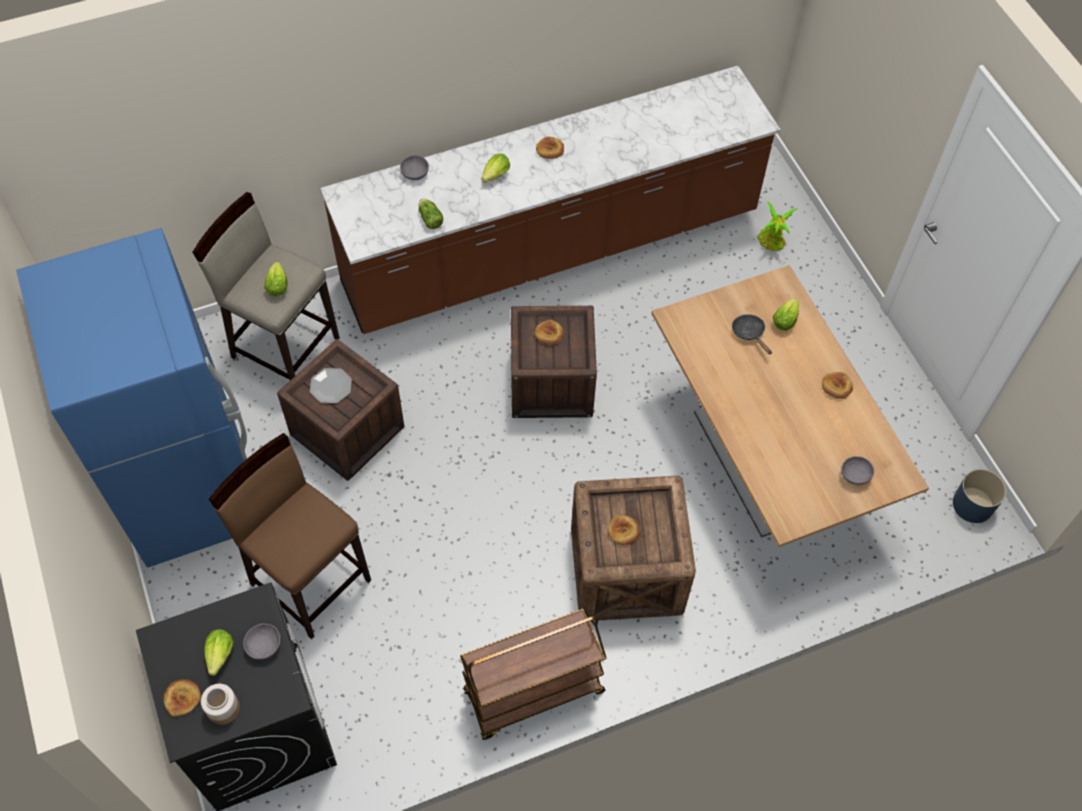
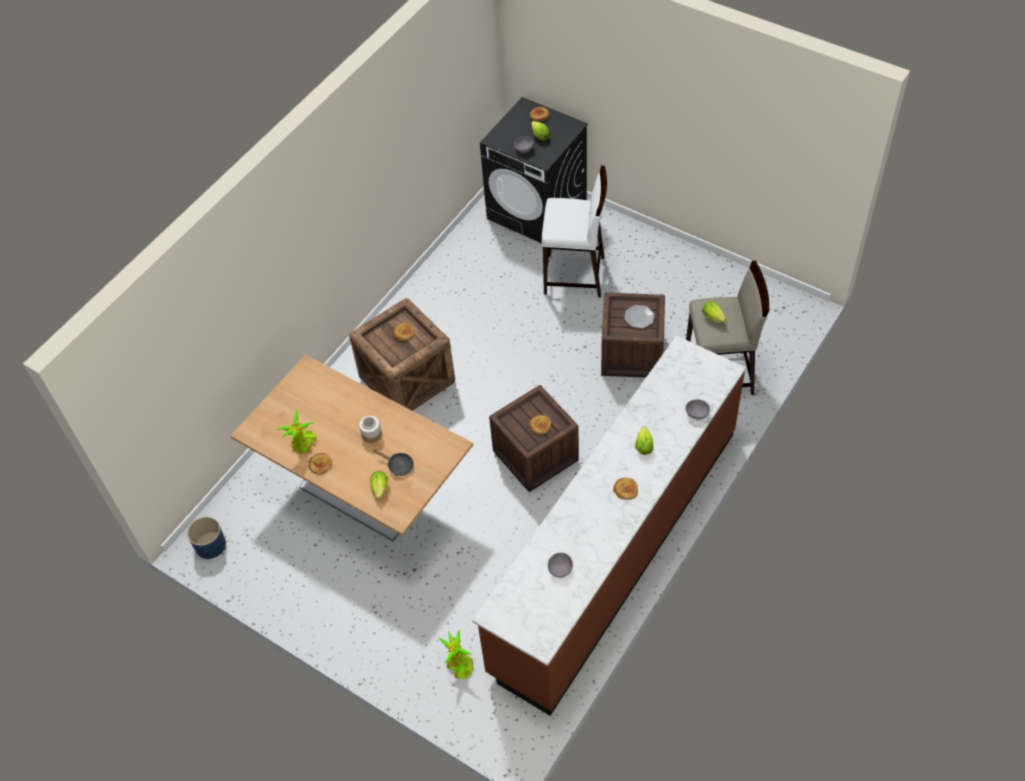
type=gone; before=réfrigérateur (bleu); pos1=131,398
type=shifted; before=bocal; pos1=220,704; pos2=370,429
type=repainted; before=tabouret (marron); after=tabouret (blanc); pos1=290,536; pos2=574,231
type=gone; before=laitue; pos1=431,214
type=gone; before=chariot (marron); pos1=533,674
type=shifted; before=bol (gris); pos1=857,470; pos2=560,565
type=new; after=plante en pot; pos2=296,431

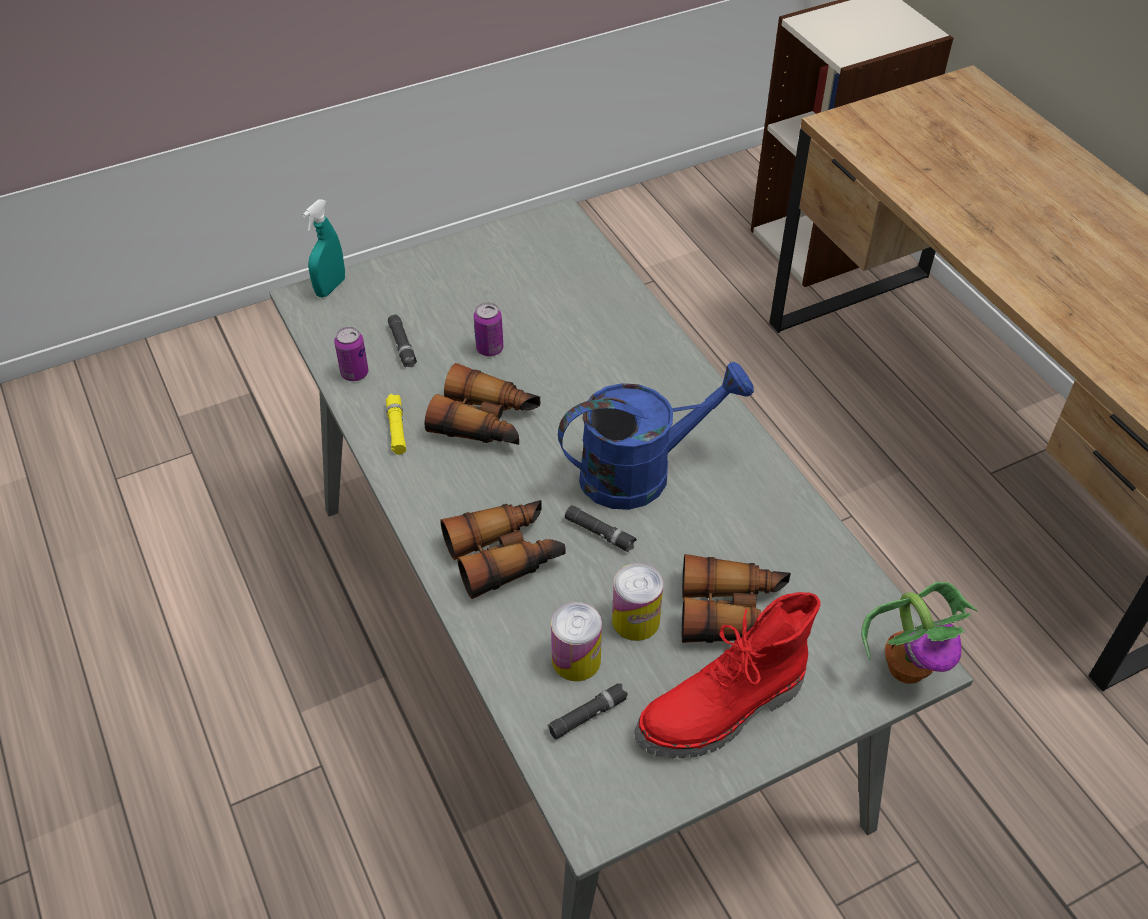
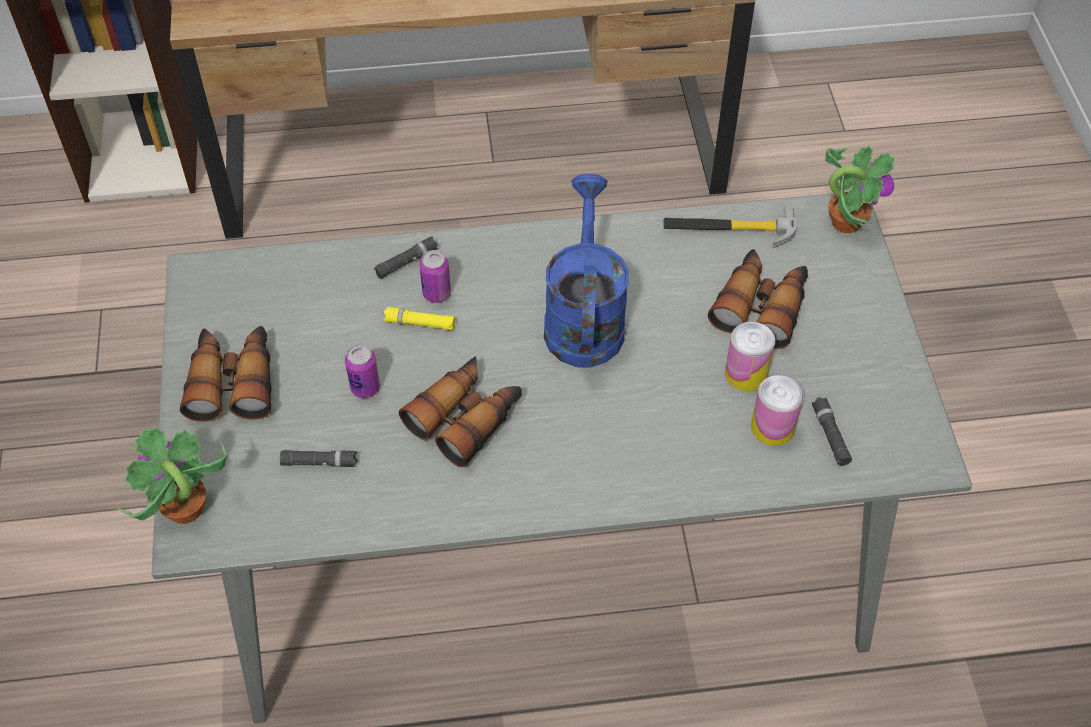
type=swapped; before=vaporisateur (turquoise); after=plante en pot; pos1=323,248; pos2=172,475
type=shifted; before=boîte métallique; pos1=351,354; pos2=435,276
type=shifted; before=lampe de poche (jaune); pos1=396,424; pos2=419,318
type=shifted; before=jumelles; pos1=503,549; pos2=226,374
type=shifted; before=lampe de poche (noir); pos1=601,529; pos2=406,257
type=gone; before=botte (rouge); pos1=727,675
type=new; after=marteau; pos2=730,227

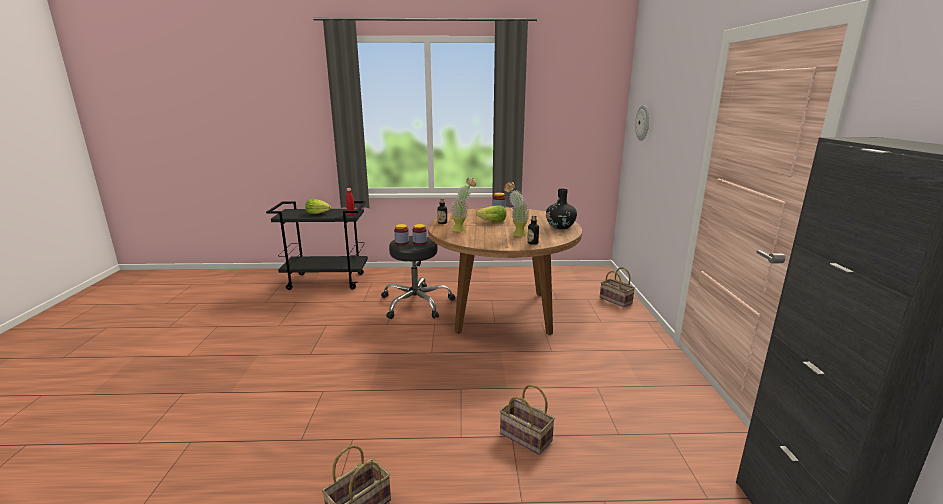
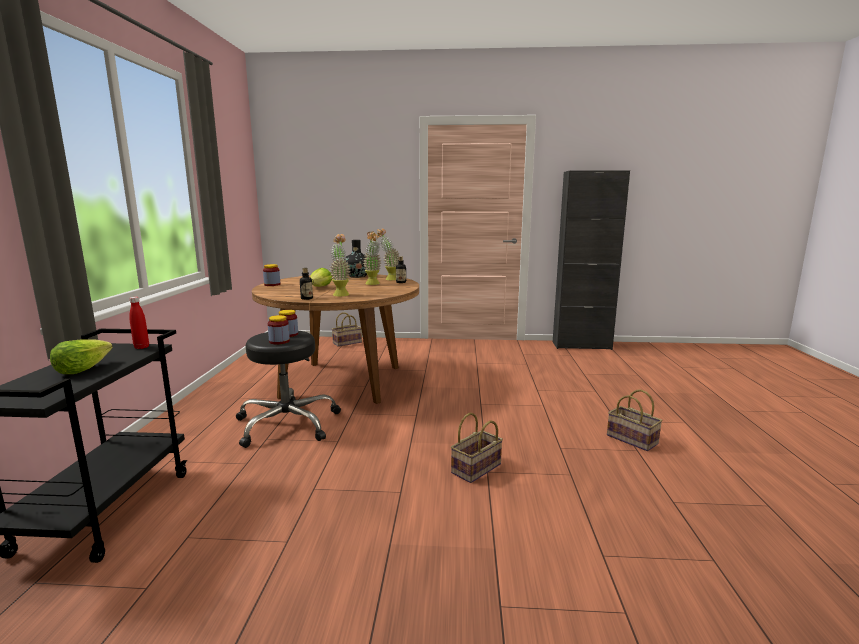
type=shifted; before=panier; pos1=527,419; pos2=477,448
type=gone; before=horloge murale; pos1=642,123
type=new; after=plante en pot; pos2=388,254

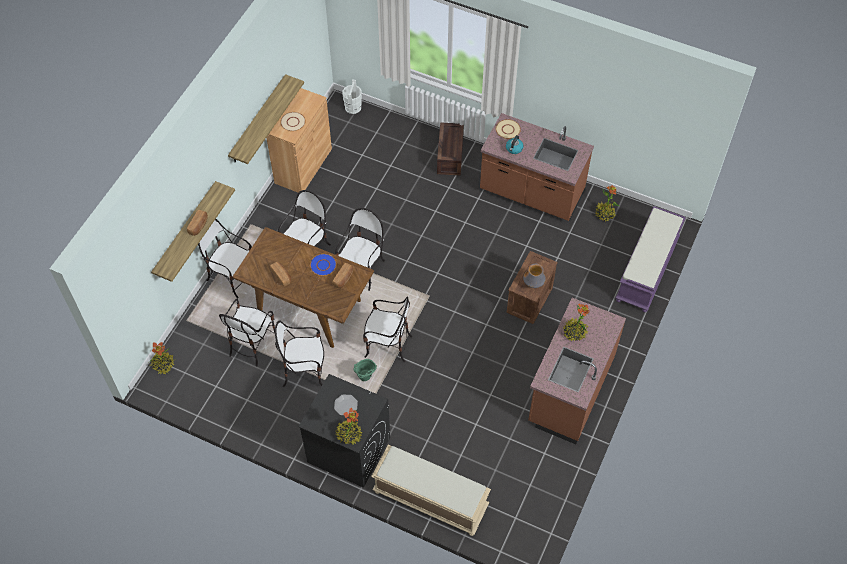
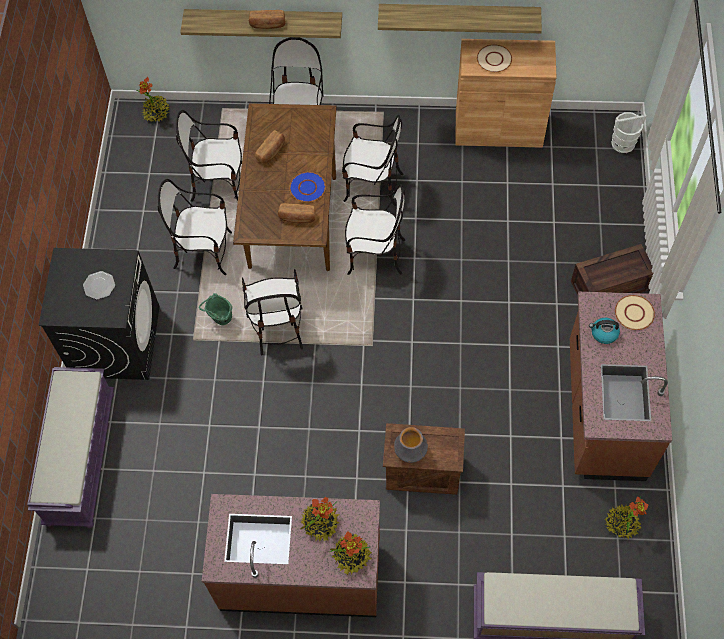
type=rotated; before=chaise; pos1=299,353; pos2=195,227; turn=-60
type=shifted; before=plante en pot; pos1=348,426; pos2=351,553
type=repainted; before=banc (beige); after=banc (violet); pos1=431,490; pos2=70,447

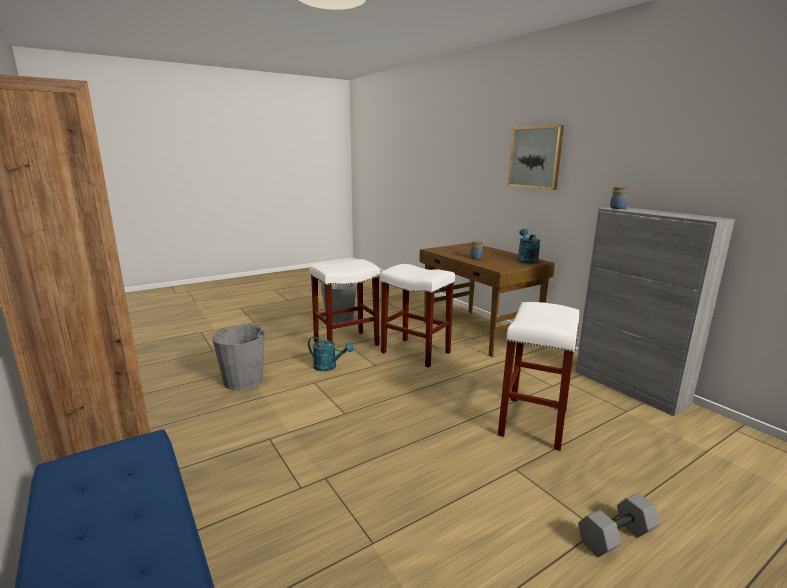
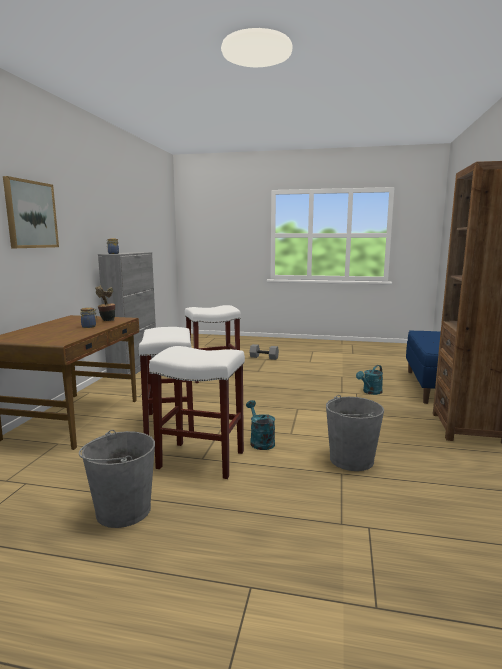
type=shifted; before=arrosoir (turquoise); pos1=528,246; pos2=369,380
type=new; after=plante en pot; pos2=105,303

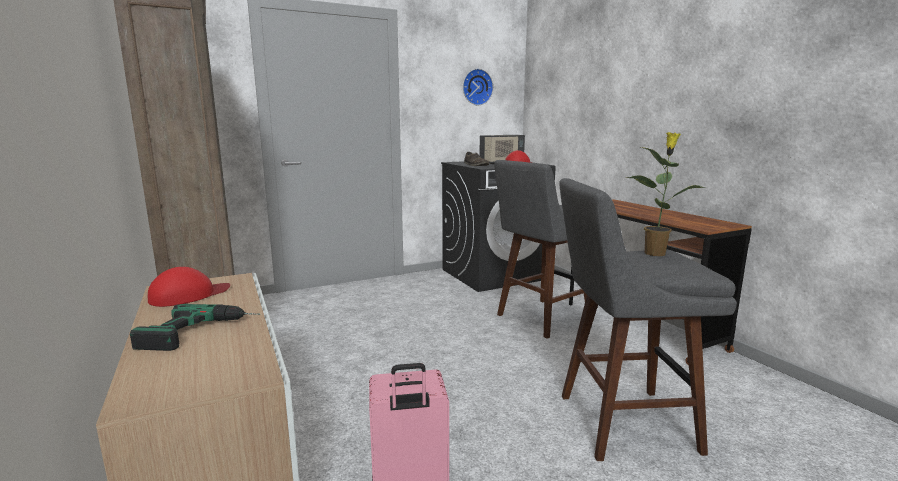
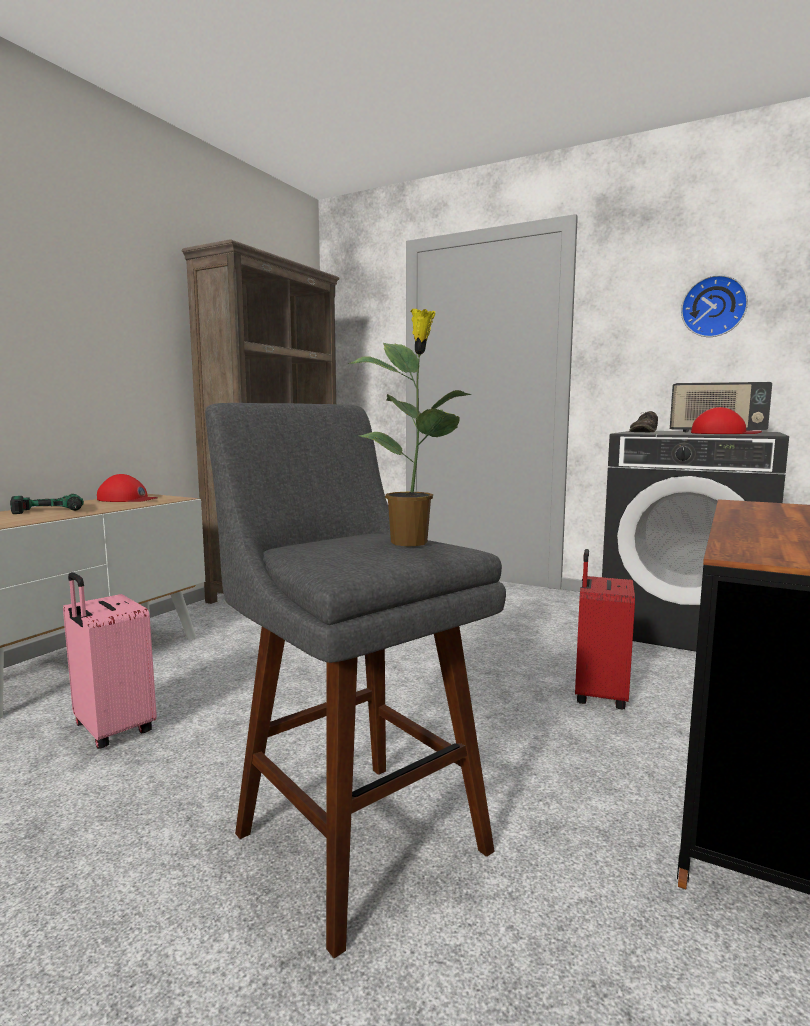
type=swapped; before=tabouret (gris); after=valise (rouge); pos1=544,249; pos2=605,629

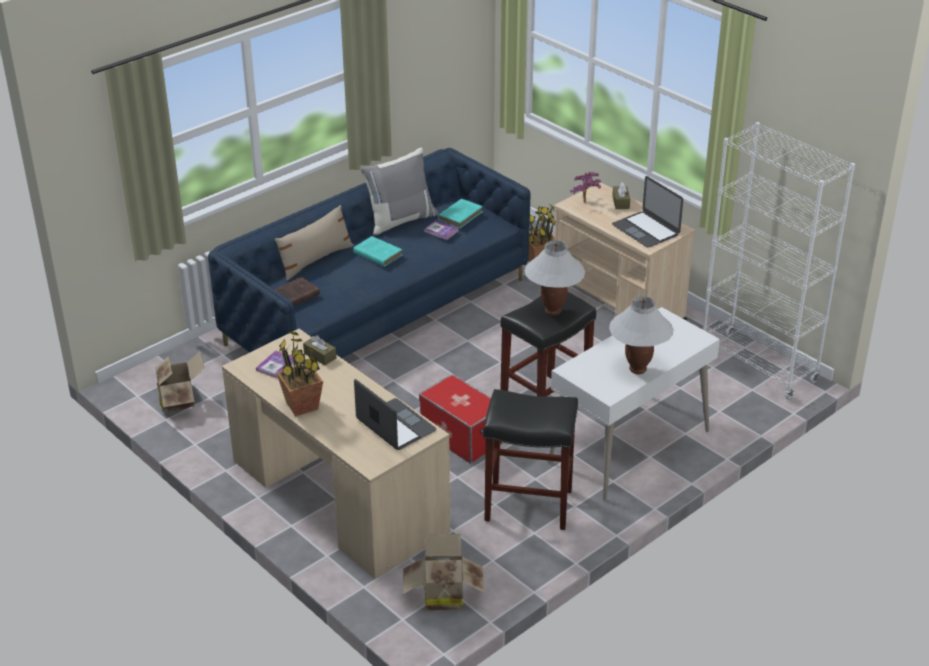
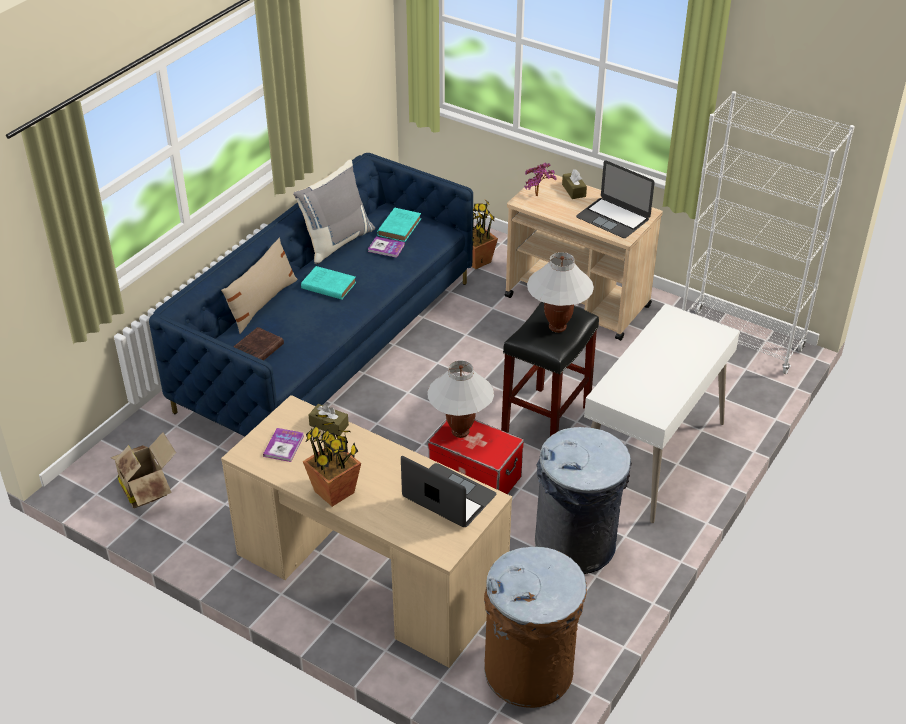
type=swapped; before=carton; after=poubelle (marron); pos1=443,572; pos2=535,627
type=swapped; before=tabouret (noir); after=poubelle (gris); pos1=530,459; pos2=583,500
type=shifted; before=lampe de table (blanc); pos1=641,335; pos2=460,399

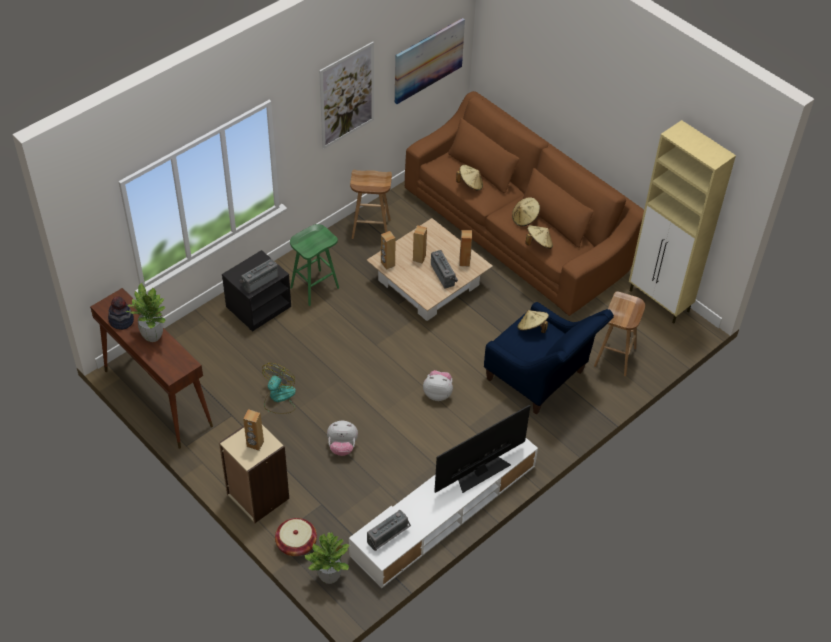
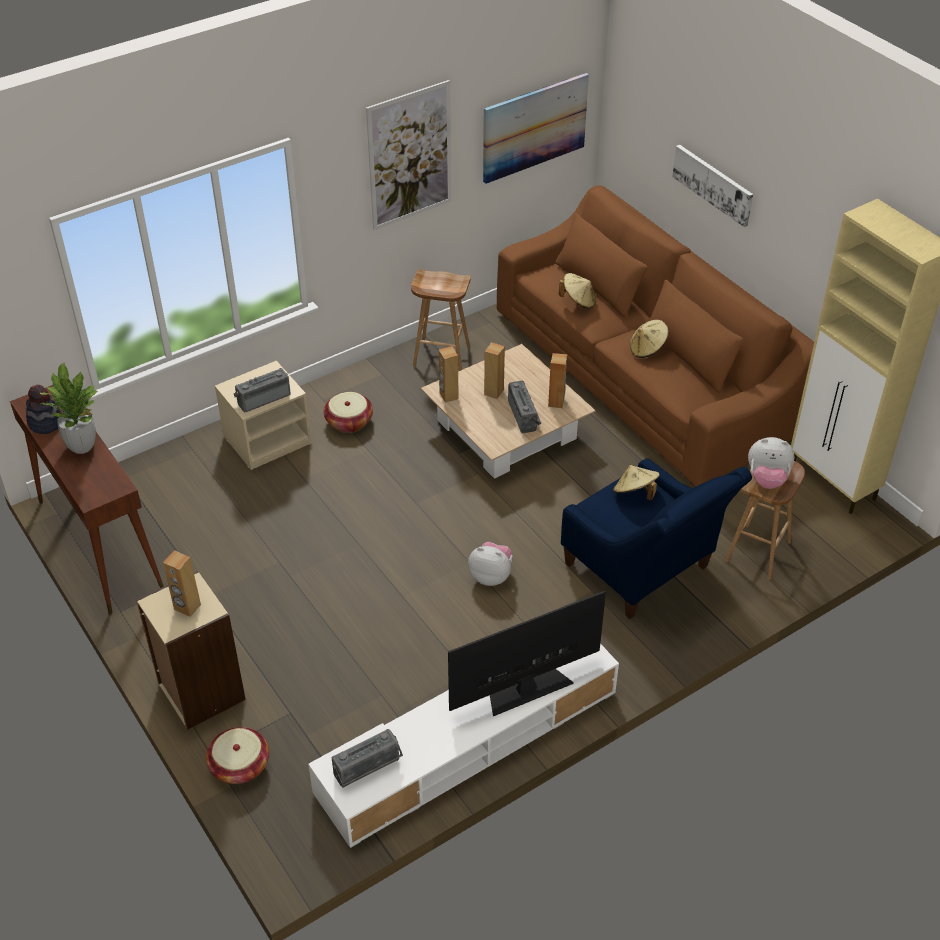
type=repainted; before=table de chevet (noir); after=table de chevet (beige); pos1=256,290; pos2=263,415
type=gone; before=ventilateur; pos1=279,388
type=swapped; before=tabouret (vert); after=panier; pos1=314,265; pos2=348,412
type=gone; before=plante en pot; pos1=327,558
type=shifted; before=peluche; pos1=342,438; pos2=771,463
type=gone; before=chapeau (beige); pos1=539,237
type=new; after=tableau; pos2=712,186

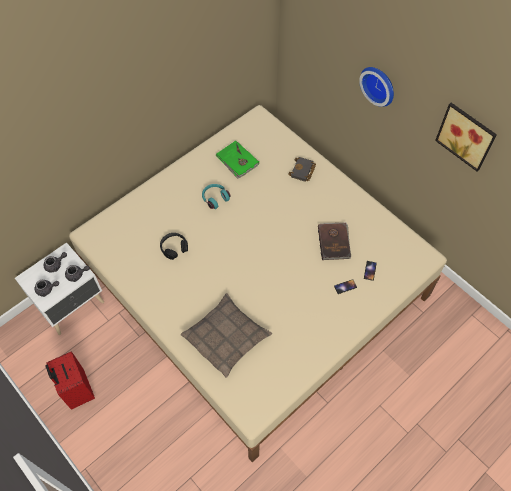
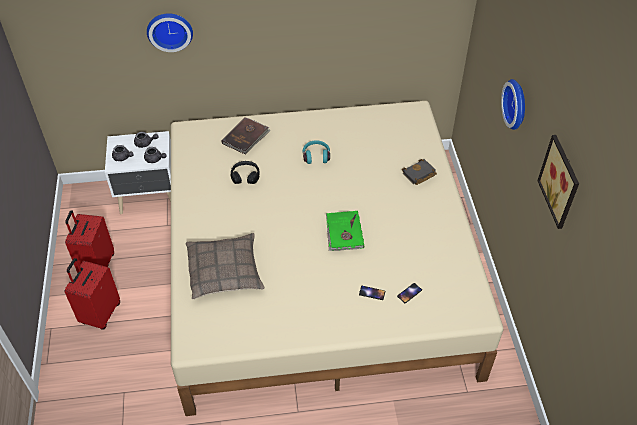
type=shifted; before=livre (vert); pos1=237,160; pos2=345,231
type=shifted; before=livre (marron); pos1=334,241; pos2=246,136
type=new; after=valise (rouge); pos2=92,294
type=new; after=horloge murale; pos2=170,32

